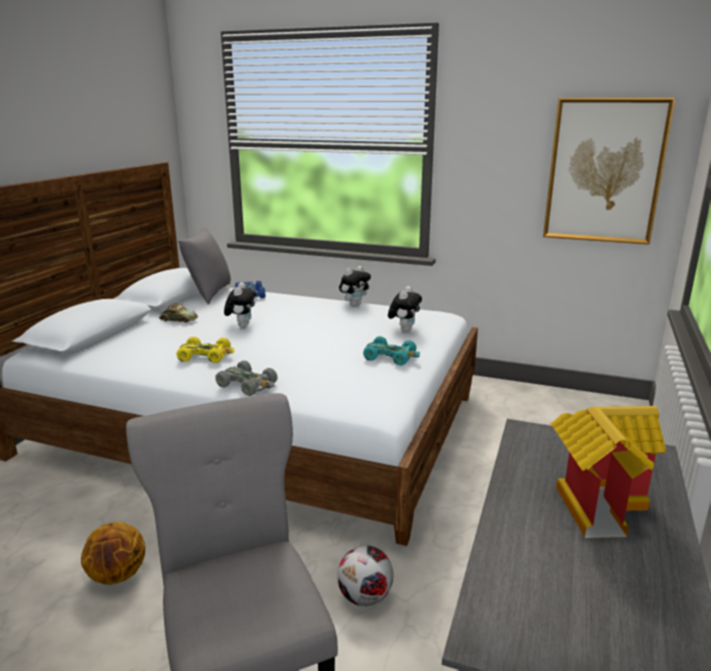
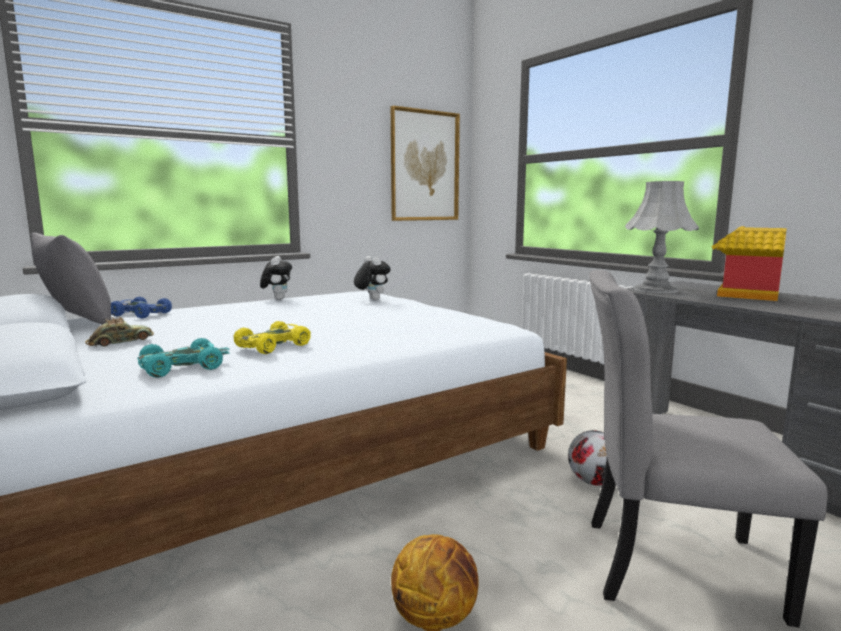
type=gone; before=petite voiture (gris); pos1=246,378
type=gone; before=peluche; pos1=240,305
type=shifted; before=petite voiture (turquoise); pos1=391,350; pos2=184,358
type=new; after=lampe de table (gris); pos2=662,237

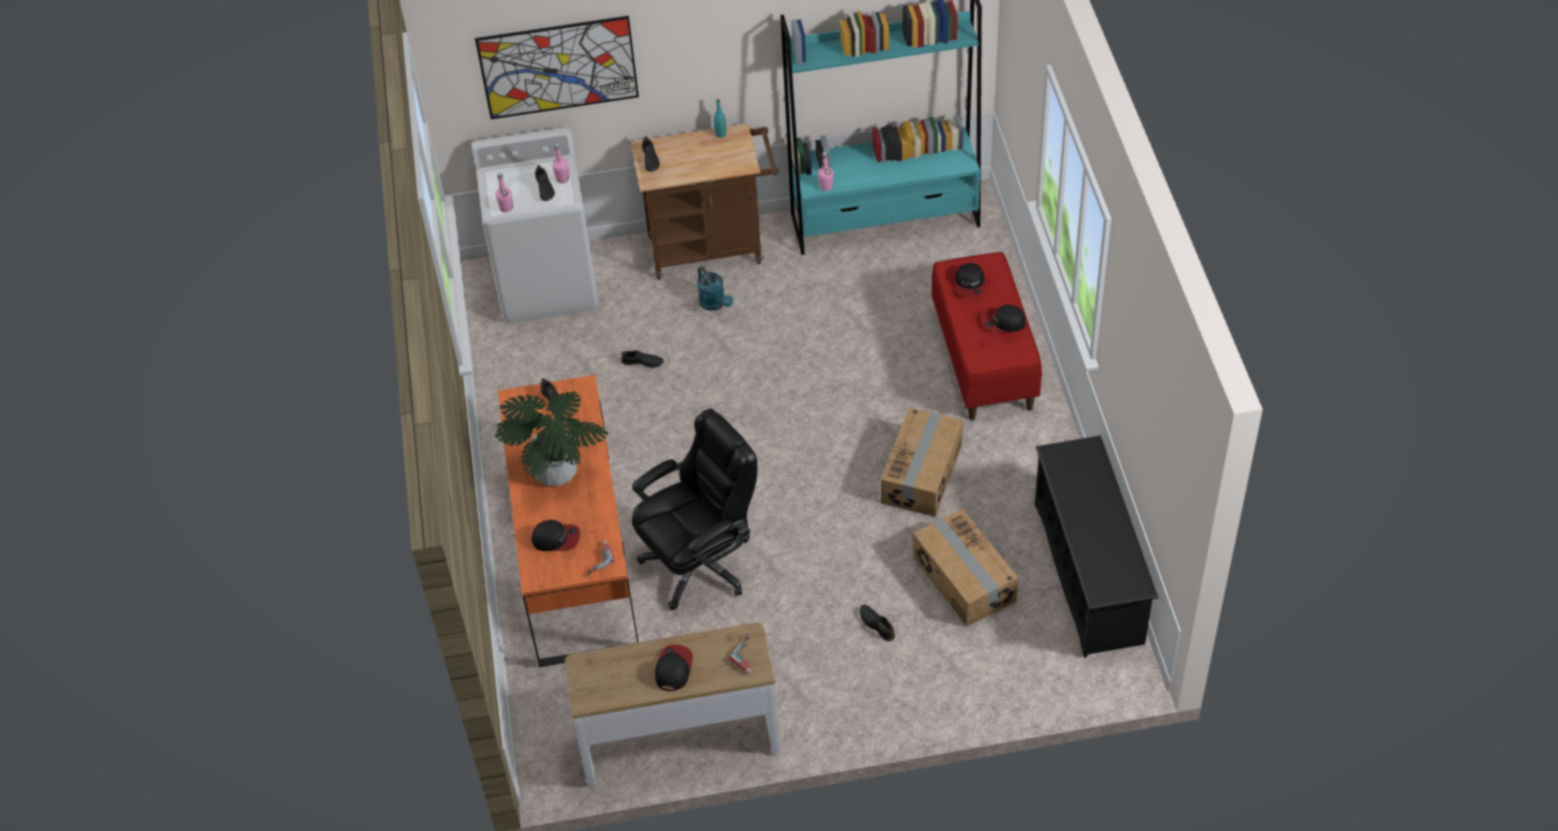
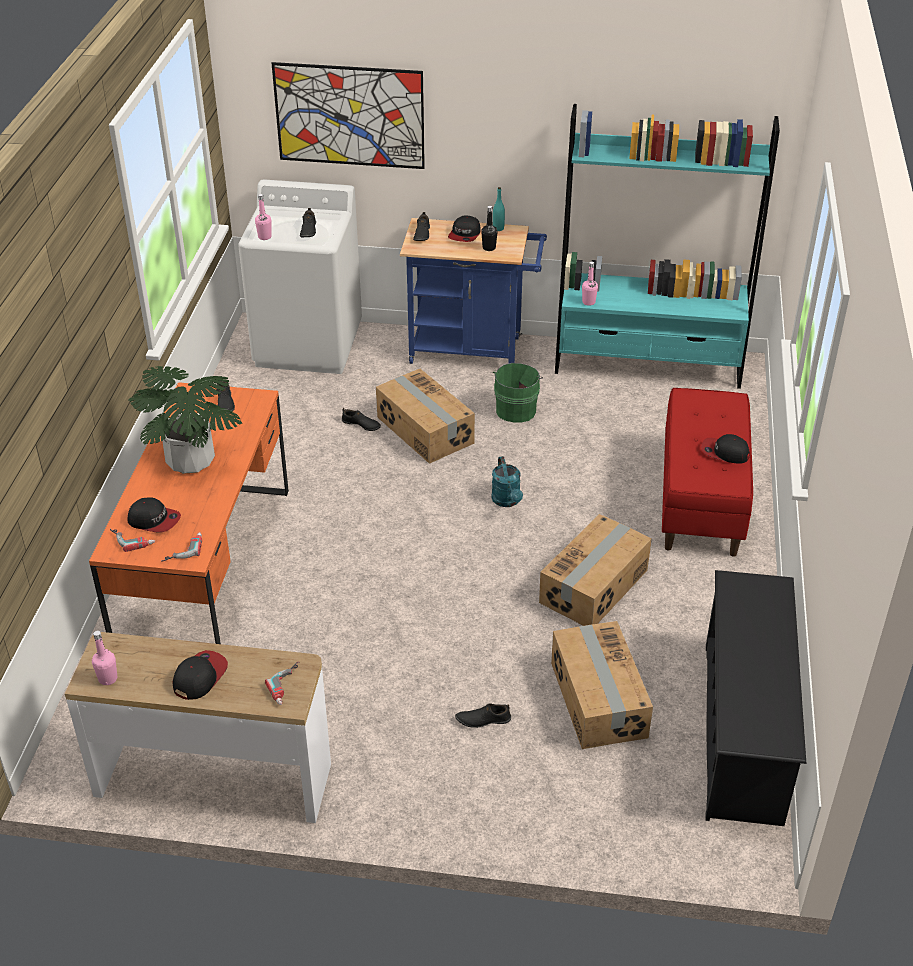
type=shifted; before=bouteille (rose); pos1=560,163; pos2=104,658
type=repainted; before=chariot (marron); after=chariot (bleu); pos1=705,202; pos2=473,291
type=gone; before=chaise de bureau (noir); pos1=694,509
type=shifted; before=arrosoir (turquoise); pos1=715,288; pos2=507,481
type=rotated; before=chaussure (noir); pos1=877,623; pos2=483,715; turn=-75
type=shifted; before=casquette; pos1=970,280; pos2=464,229
type=new; after=perceuse; pos2=132,540
type=new; after=carton; pos2=425,416
type=new; after=bouteille (noir); pos2=489,228
type=new; after=seau (vert); pos2=518,392

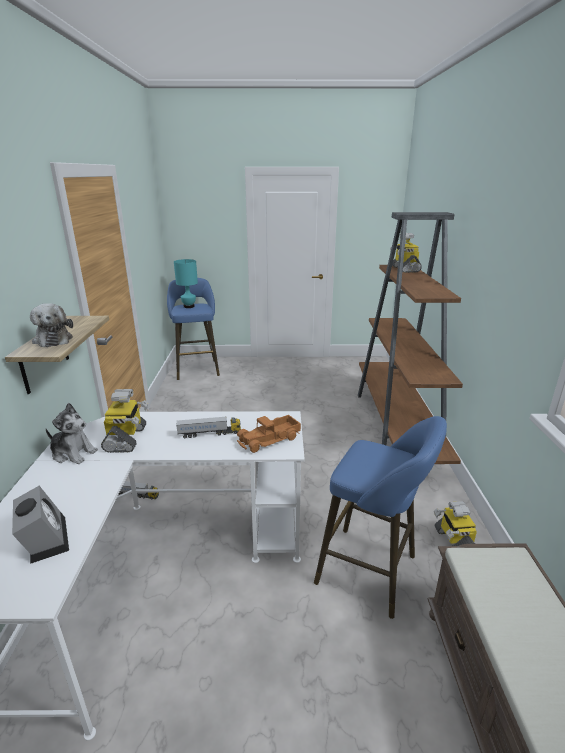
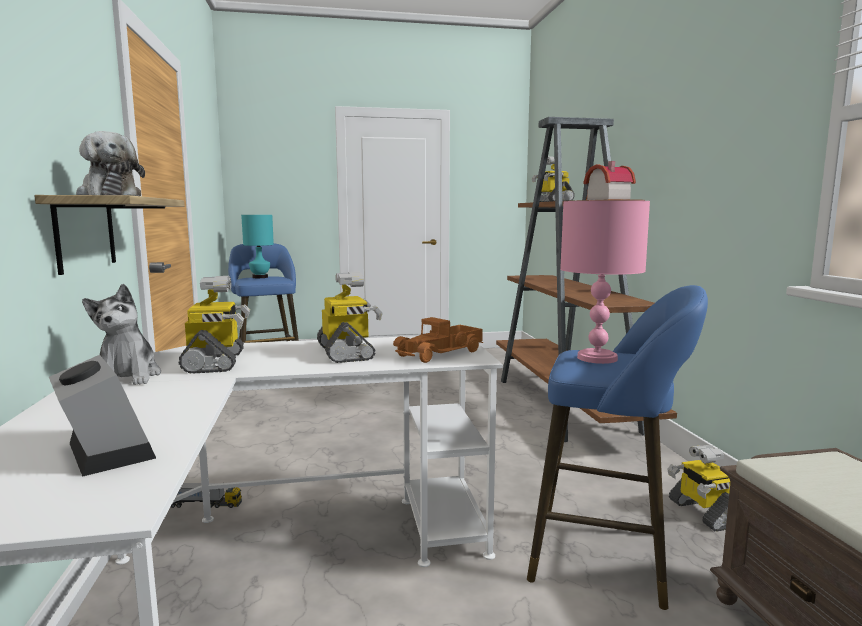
type=rotated; before=peluche; pos1=72,433; pos2=121,334; turn=60
type=swapped; before=camion jouet; after=robot jouet; pos1=208,427; pos2=350,317
type=new; after=lampe de table (rose); pos2=605,282
type=new; after=maison miniature; pos2=609,180

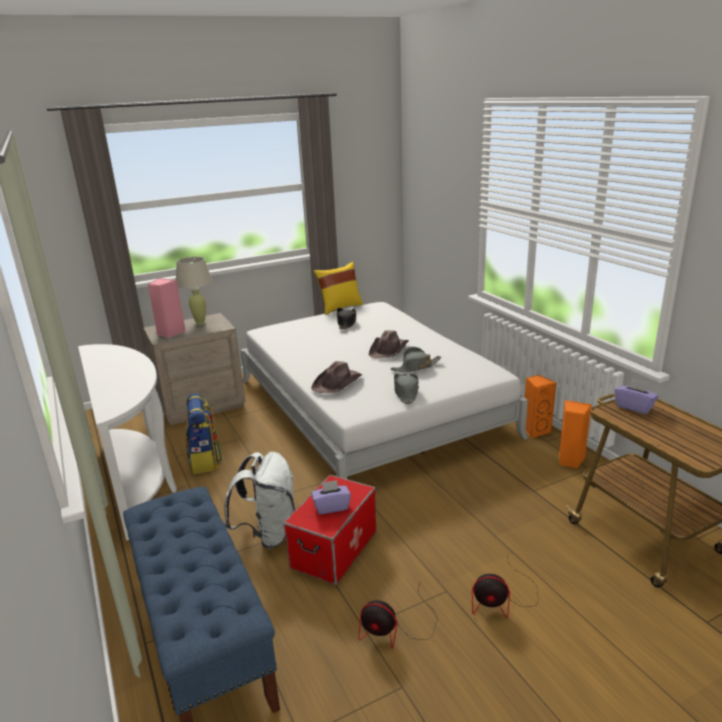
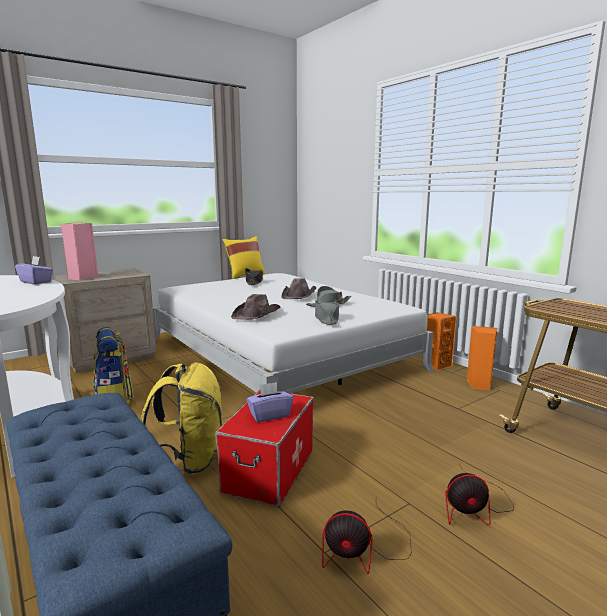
type=gone; before=lampe de table (beige); pos1=194,291
type=repainted; before=sac à dos (blanc); after=sac à dos (jaune); pos1=259,500; pos2=181,418
type=shifted; before=boîte à mouchoirs (violet); pos1=636,396; pos2=34,270

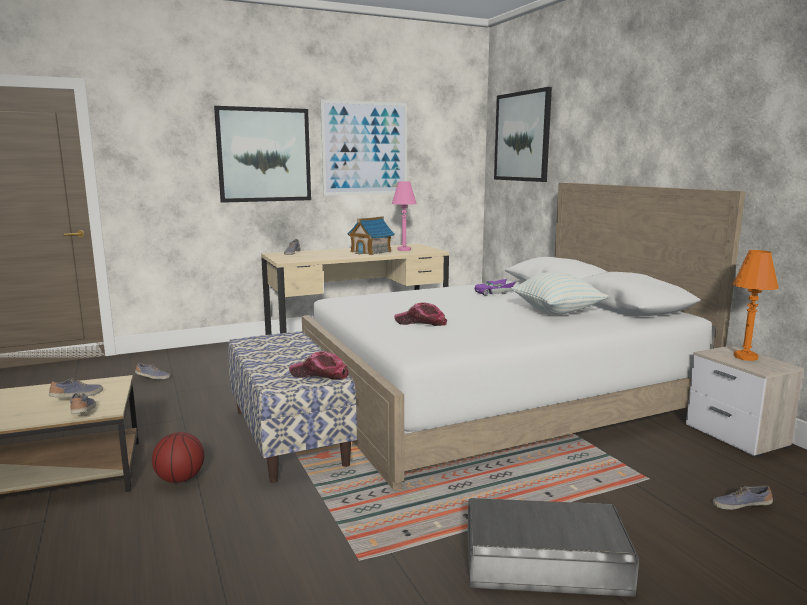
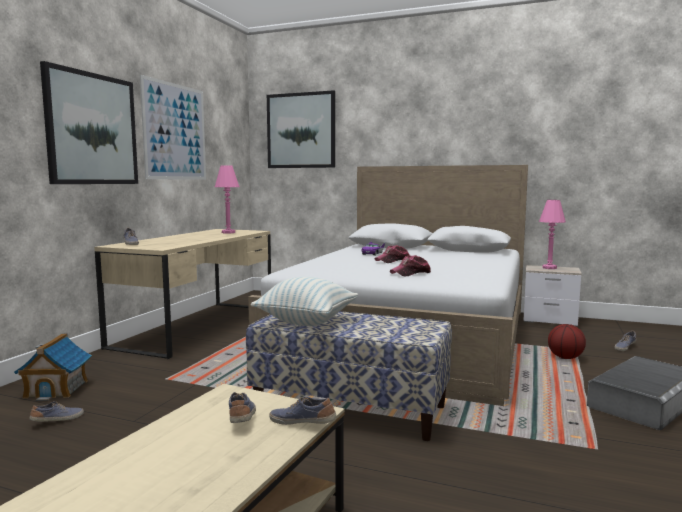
type=shifted; before=ballon de basket; pos1=178,457; pos2=567,341
type=shifted; before=casquette; pos1=319,365; pos2=392,254
type=shifted; before=maison miniature; pos1=371,235; pos2=53,367
type=shifted; before=coussin; pos1=559,293; pos2=304,301
type=repainted; before=lampe de table (orange); after=lampe de table (rose); pos1=755,305; pos2=552,234

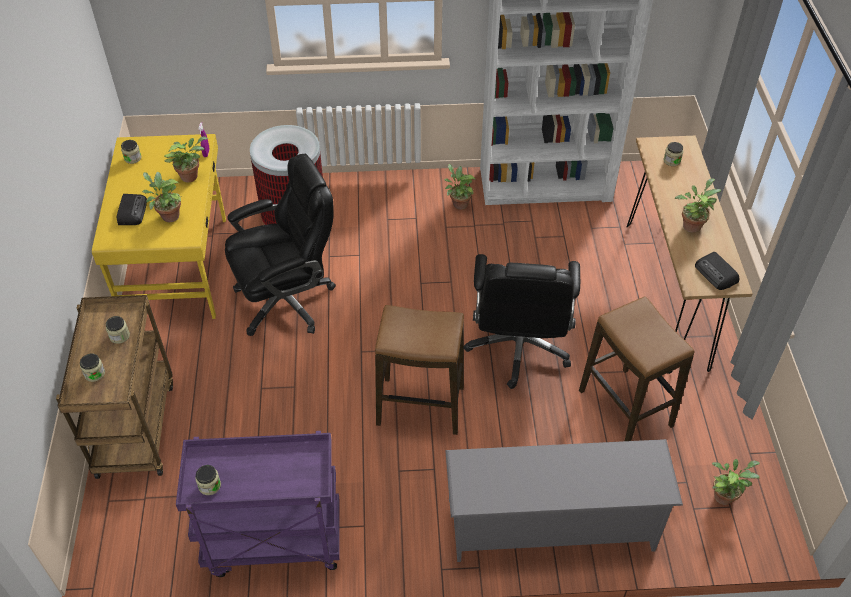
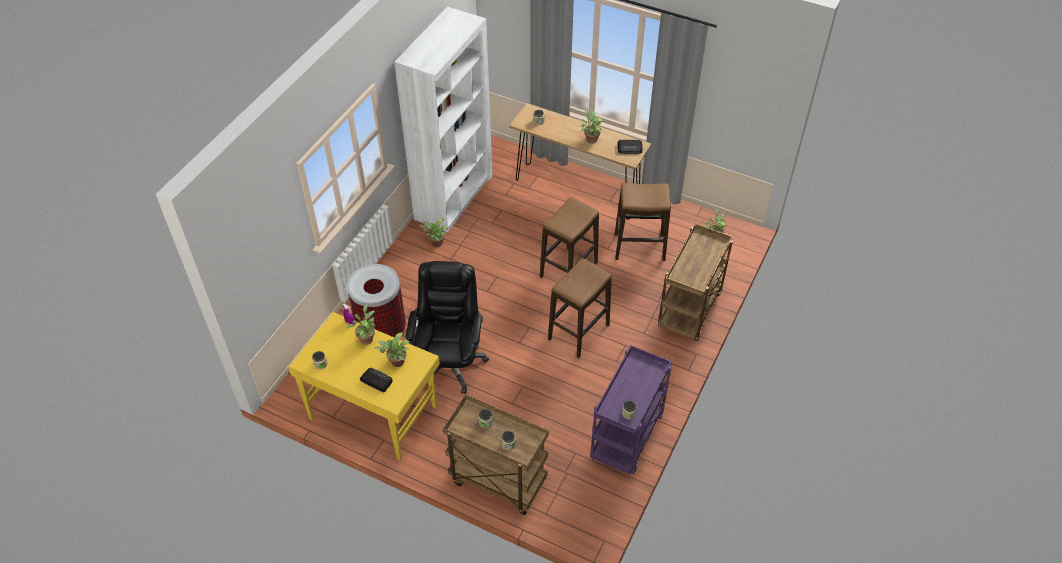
type=swapped; before=étagère à chaussures (gris); after=chariot (marron); pos1=564,500; pos2=695,282
type=swapped; before=chaise de bureau (noir); after=tabouret; pos1=522,321; pos2=569,237

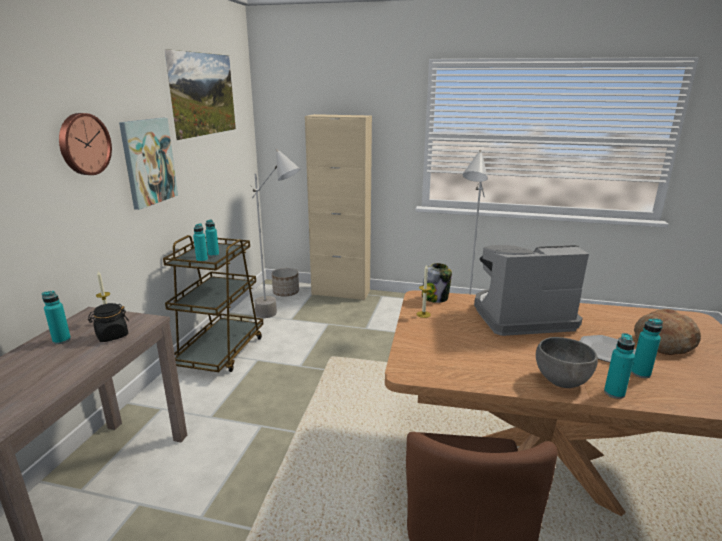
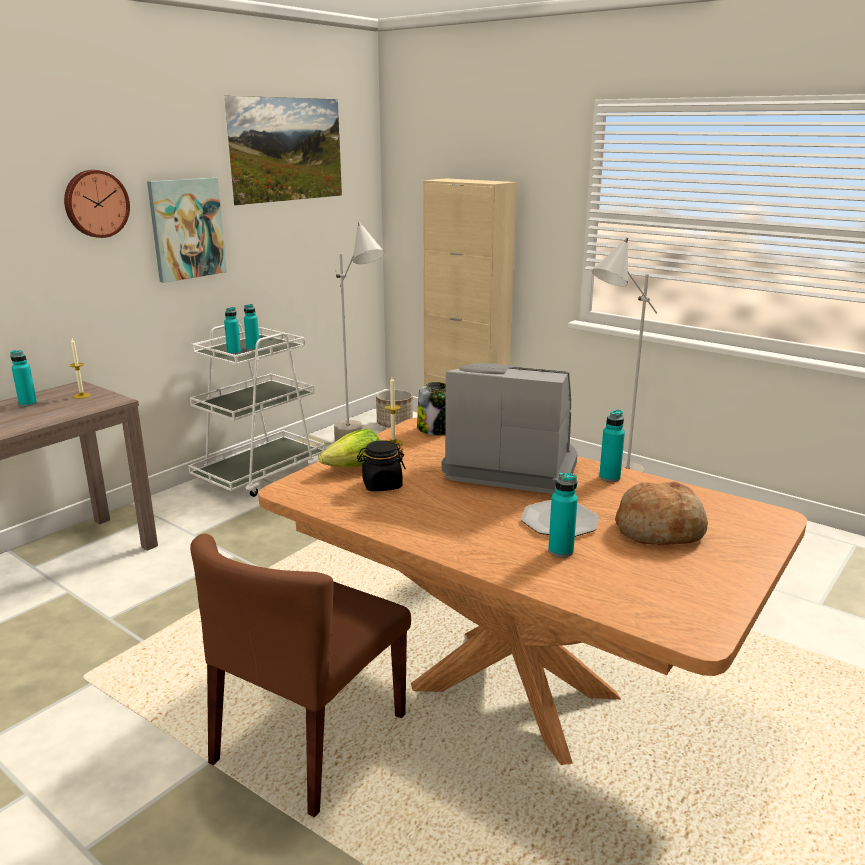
type=shifted; before=bocal (noir); pos1=108,322; pos2=381,465
type=repainted; before=chariot (marron); after=chariot (blanc); pos1=213,303; pos2=256,410
type=gone; before=bol (gris); pos1=567,362
type=shifted; before=bouteille (turquoise); pos1=619,366; pos2=612,446
type=new; after=laitue; pos2=349,448

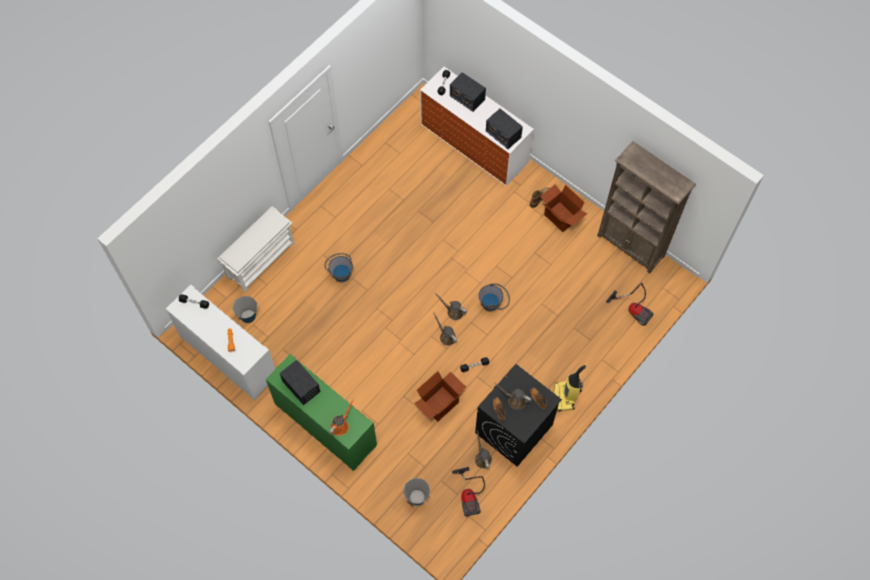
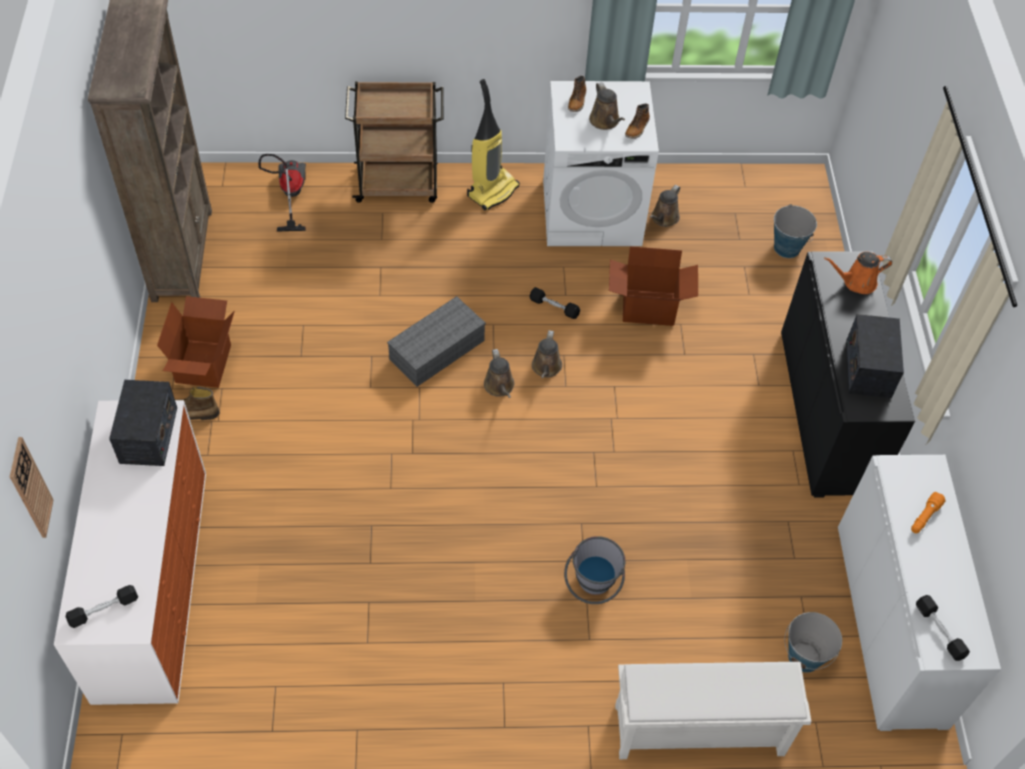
type=repainted; before=meuble de rangement (vert); after=meuble de rangement (noir); pos1=321,412; pos2=848,374
type=gone; before=radio; pos1=468,92
type=gone; before=aspirateur; pos1=468,492
type=repainted; before=lave-linge (noir); after=lave-linge (blanc); pos1=518,415; pos2=601,163
type=swapped; before=seau (gris); after=boîte de rangement (gris); pos1=494,297; pos2=436,341
type=new; after=horloge murale; pos2=32,487
type=new; after=chariot (marron); pos2=394,142

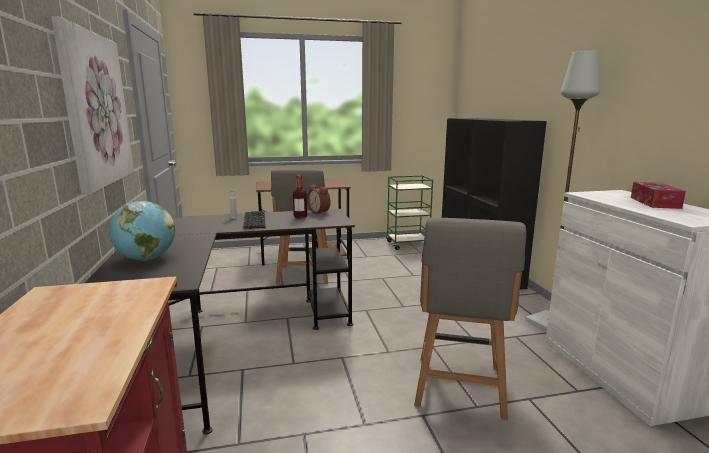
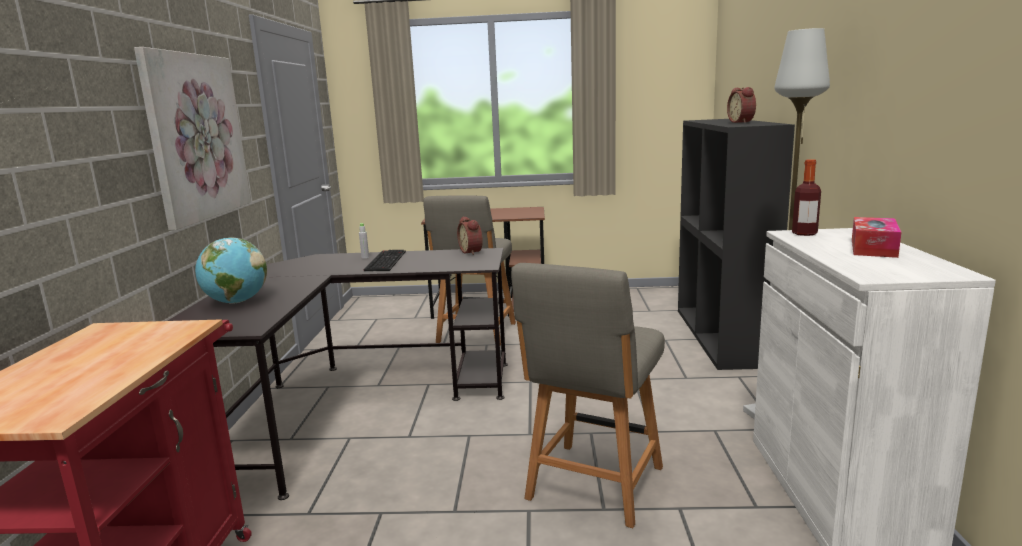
type=shifted; before=bouteille; pos1=300,197; pos2=806,197
type=gone; before=chariot (vert); pos1=409,212
type=new; after=réveil; pos2=741,105

